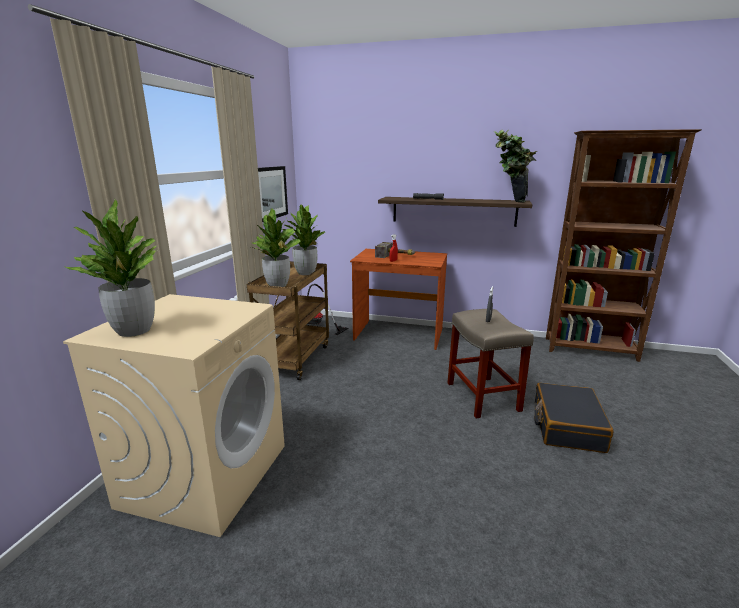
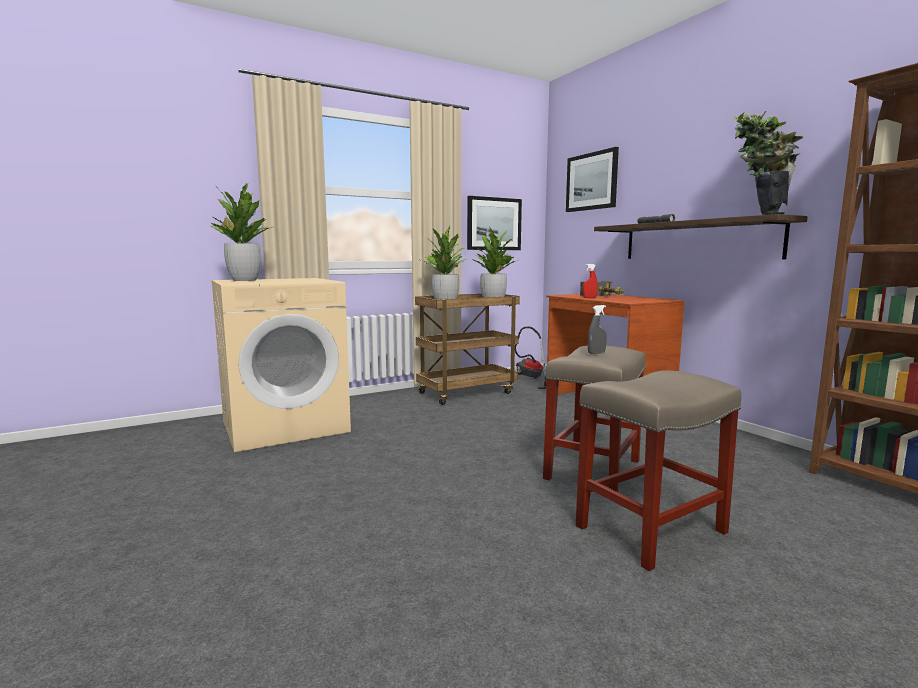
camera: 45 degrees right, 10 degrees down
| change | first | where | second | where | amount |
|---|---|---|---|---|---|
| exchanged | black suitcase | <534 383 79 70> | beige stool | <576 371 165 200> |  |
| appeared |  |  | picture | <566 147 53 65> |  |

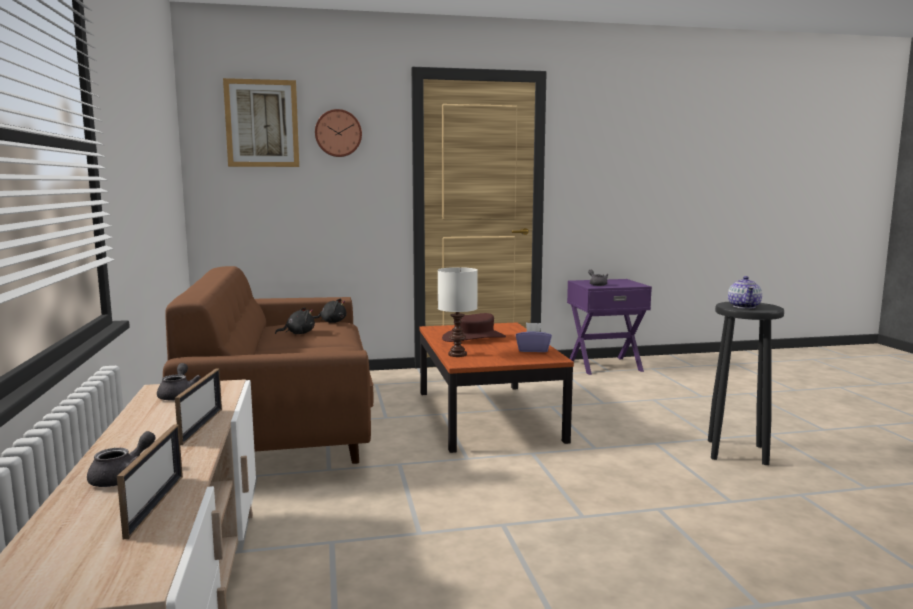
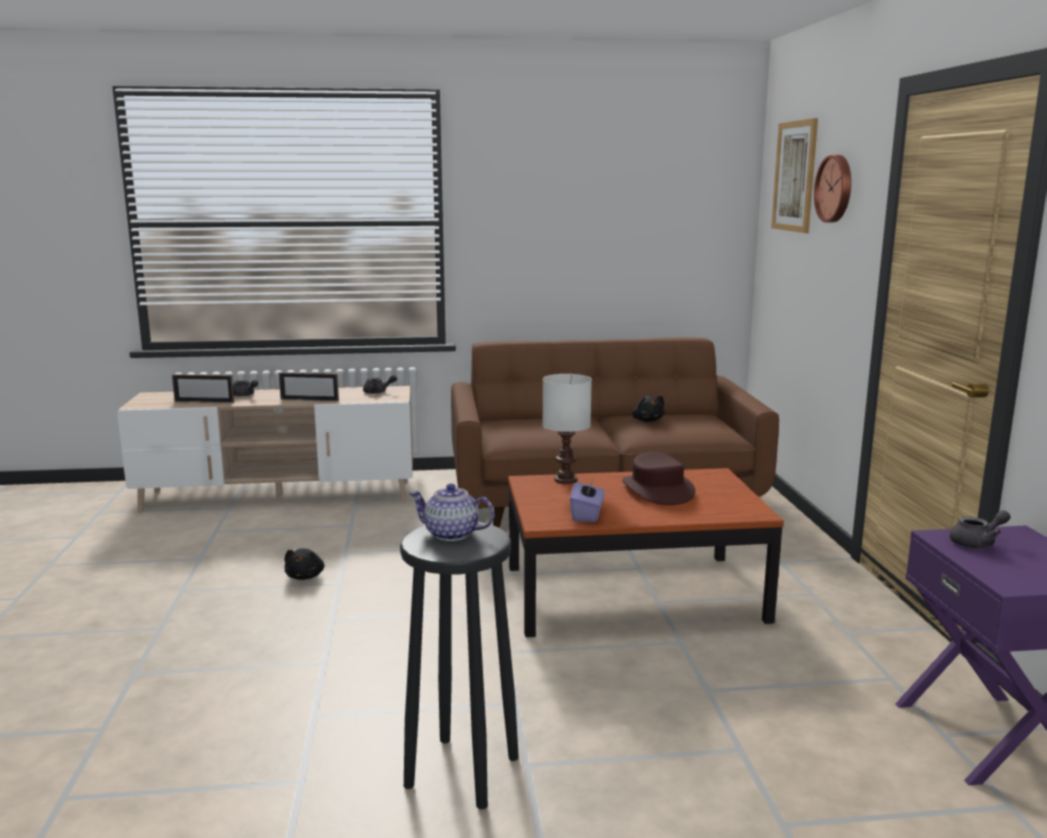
camera: 95 degrees right, 5 degrees up
| change | first | where | second | where | amount |
|---|---|---|---|---|---|
| relocated | black plush toy | <313 298 34 25> |  | <285 548 39 32> |  |

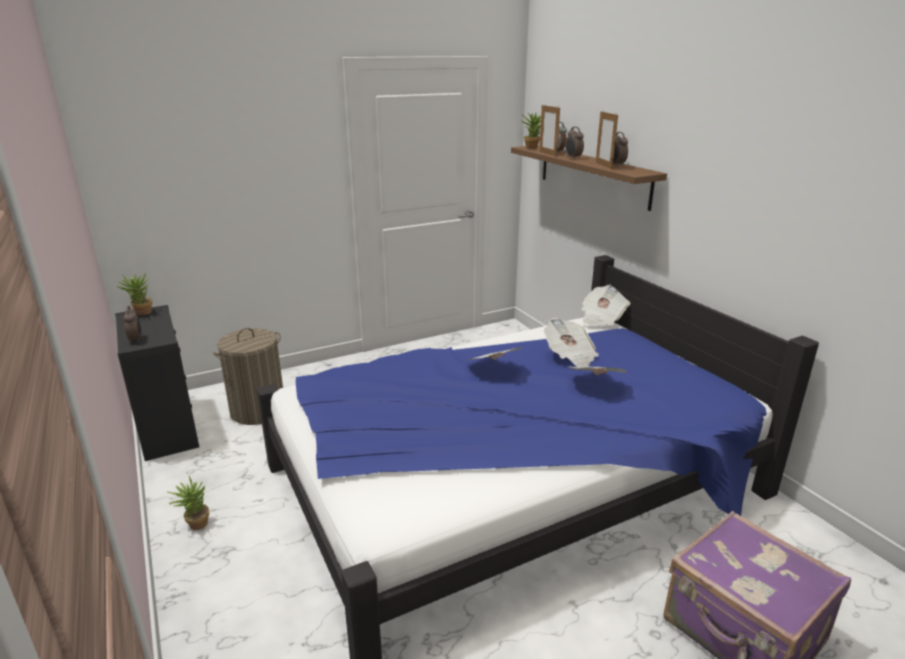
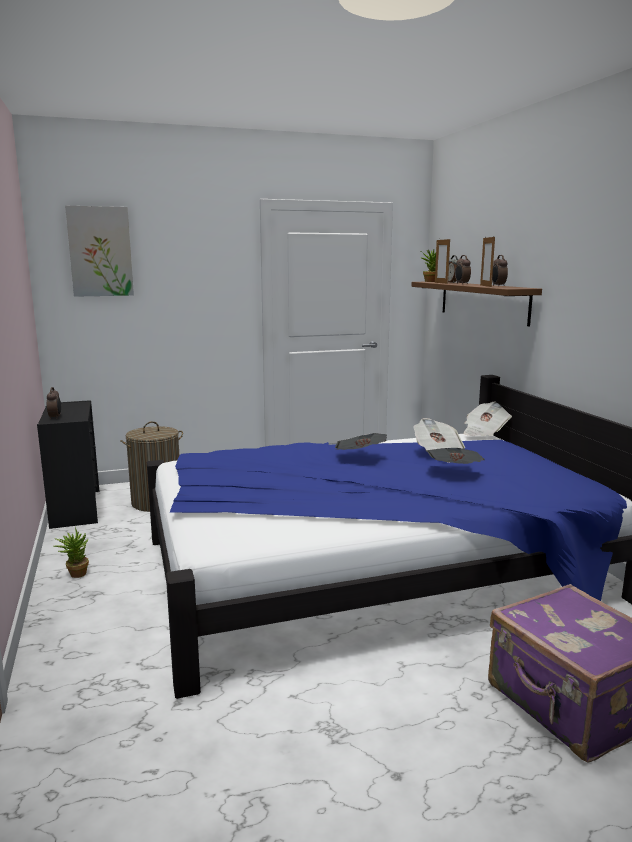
camera: 10 degrees right, 10 degrees down
| change | first | where | second | where | amount |
|---|---|---|---|---|---|
| missing | potted plant | <117 272 36 43> |  |  |  |
| appeared |  |  | picture | <65 206 69 91> |  |

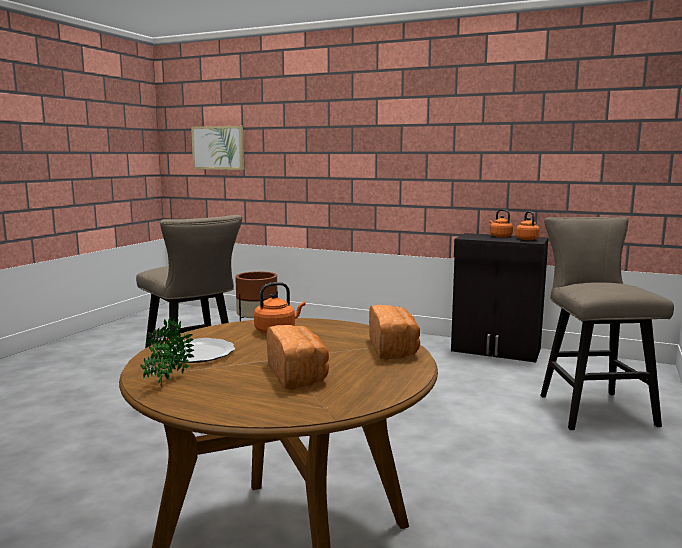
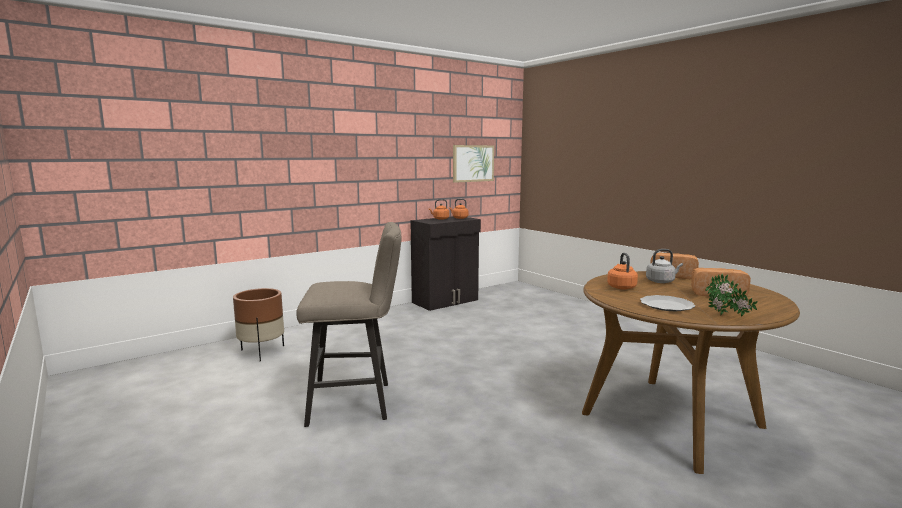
camera: 60 degrees left, 0 degrees up
| change | first | where | second | where | amount |
|---|---|---|---|---|---|
| relocated | picture | <191 126 53 44> |  | <453 145 41 38> |  |
| missing | beige stool | <540 217 134 213> |  |  |  |
| appeared |  |  | grey kettle | <646 249 37 34> |  |

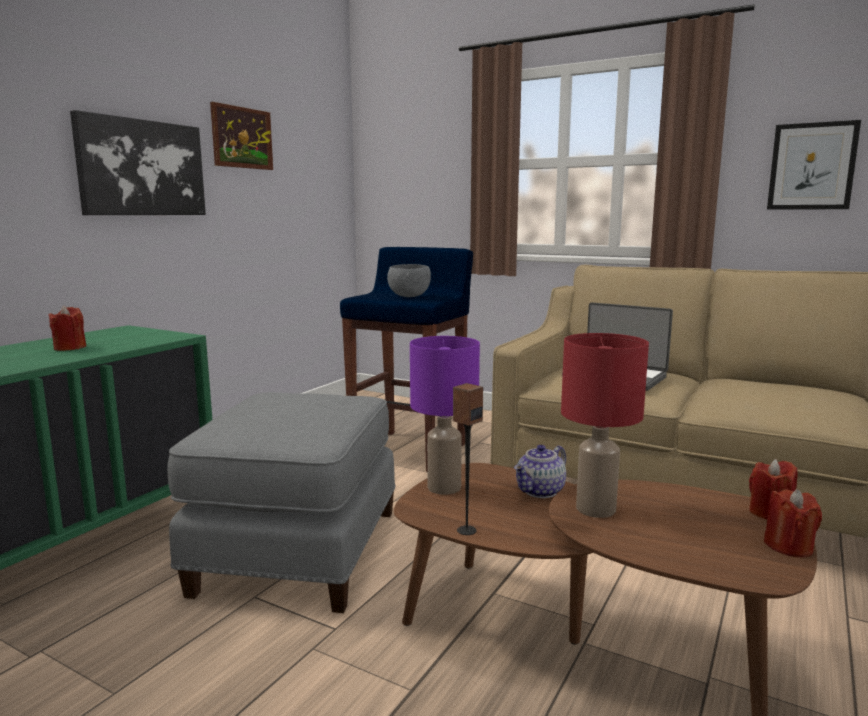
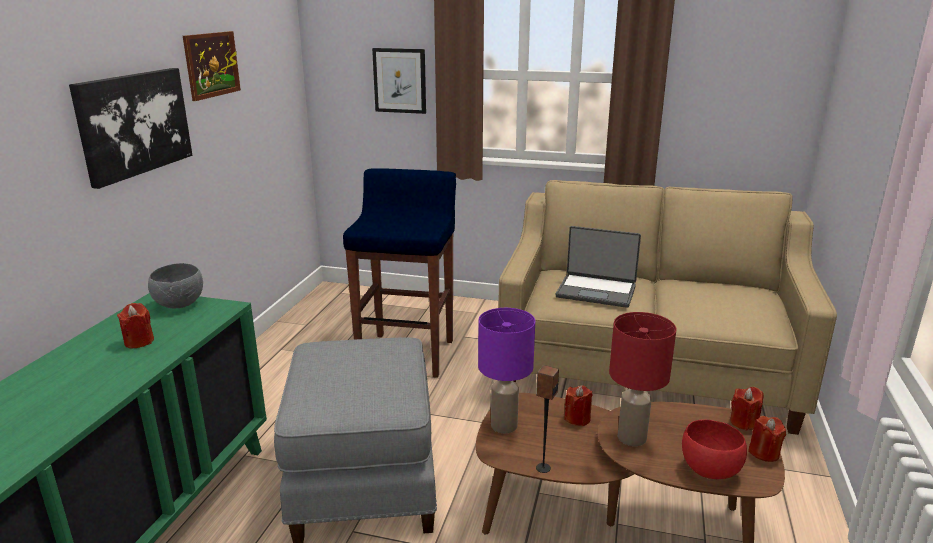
camera: 15 degrees left, 10 degrees up
| change | first | where | second | where | amount |
|---|---|---|---|---|---|
| relocated | picture | <767 120 94 90> |  | <372 48 54 66> |  |
| relocated | grey bowl | <387 264 44 33> |  | <148 263 55 45> |  |
| exchanged | teapot | <514 445 52 53> | red candle | <564 385 29 41> |  |
| appeared |  |  | red bowl | <682 419 65 60> |  |

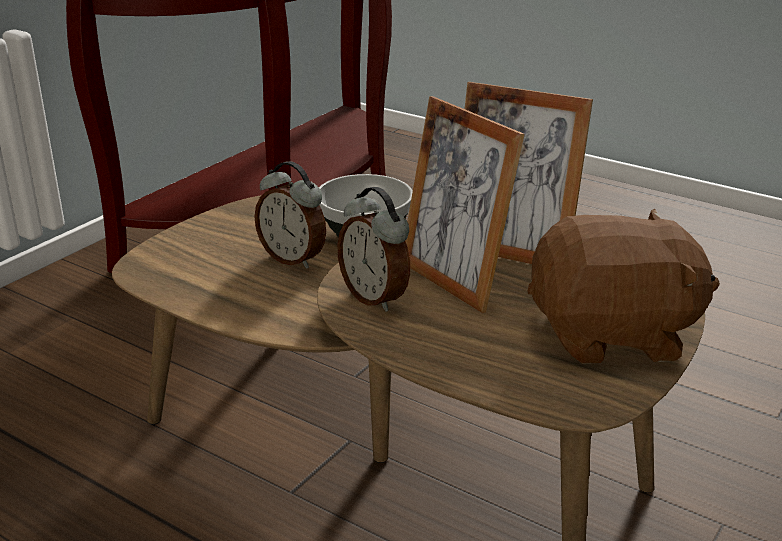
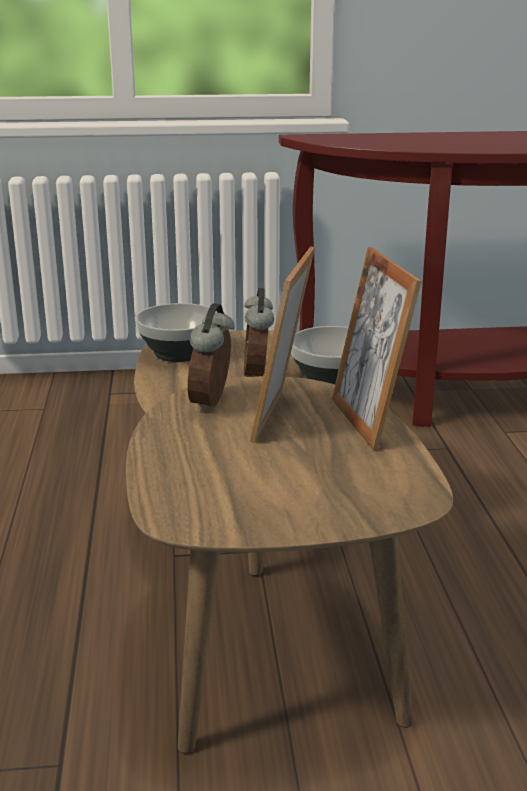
camera: 50 degrees right, 5 degrees down
| change | first | where | second | where | amount |
|---|---|---|---|---|---|
| missing | brown plush toy | <527 208 193 156> |  |  |  |
| appeared |  |  | bowl | <135 303 83 59> |  |

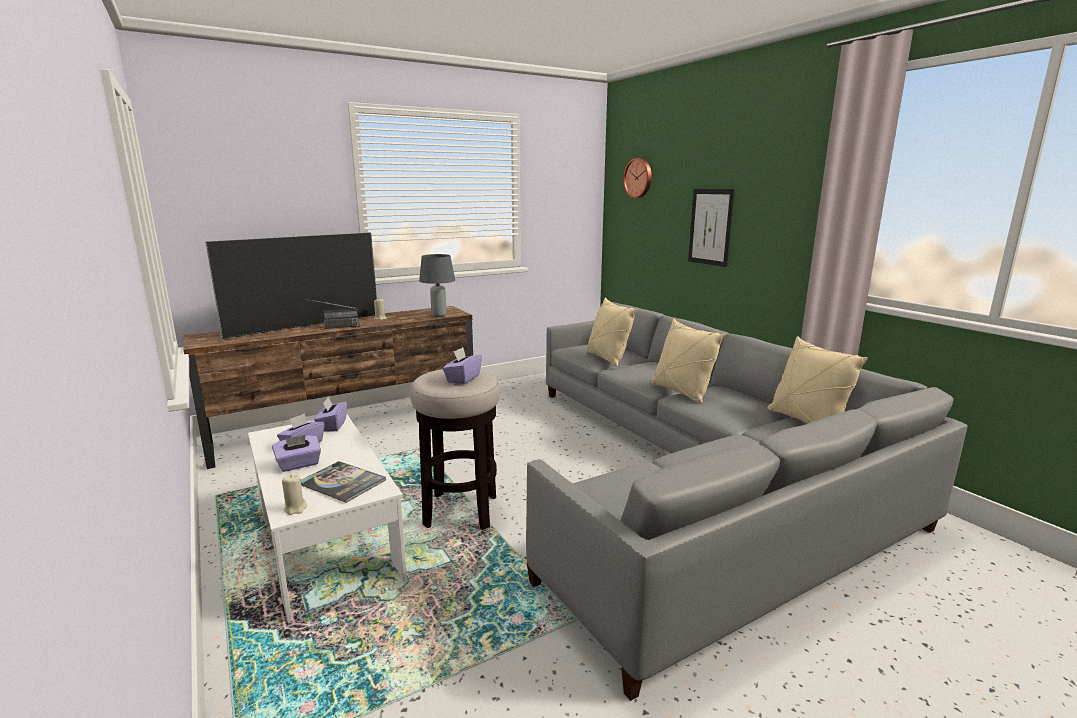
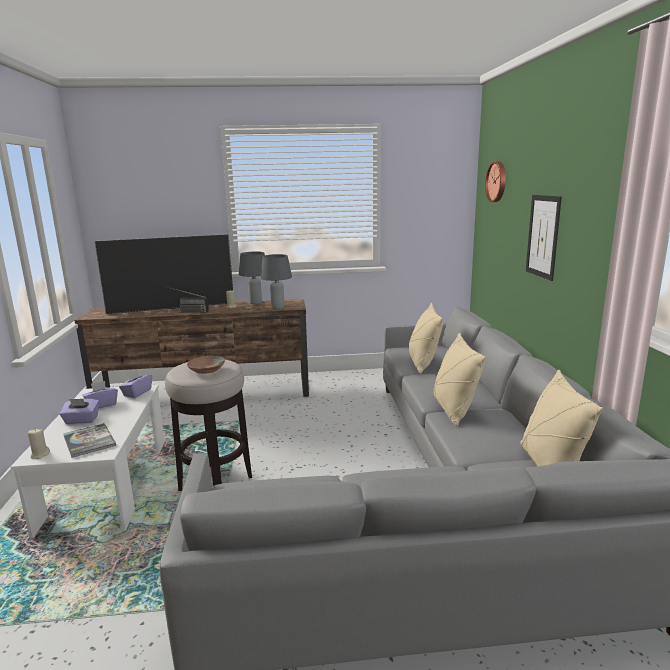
camera: 25 degrees right, 0 degrees up
| change | first | where | second | where | amount |
|---|---|---|---|---|---|
| exchanged | purple tissue box | <443 347 39 37> | brown bowl | <187 356 38 18> |  |
| appeared |  |  | grey table lamp | <239 251 26 54> |  |

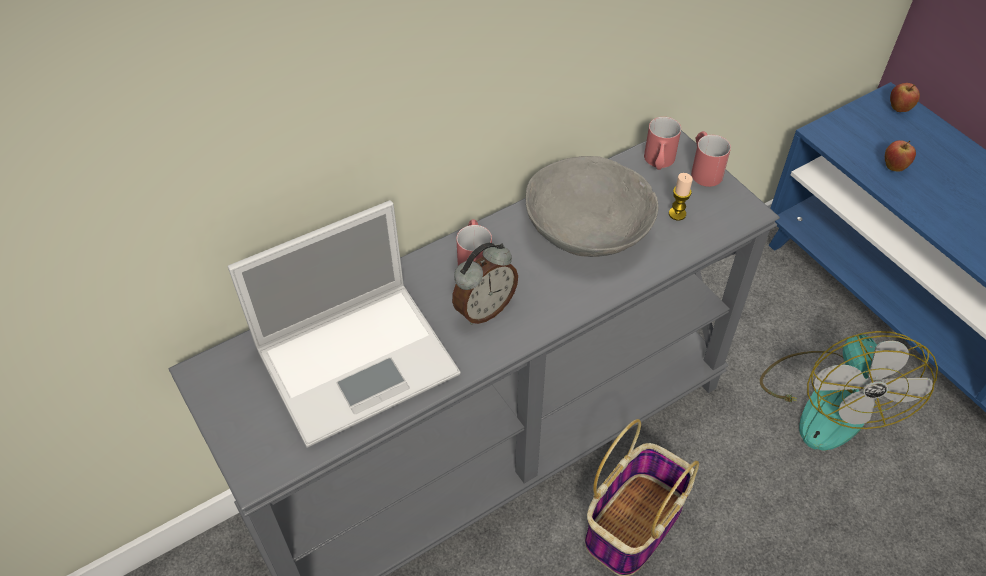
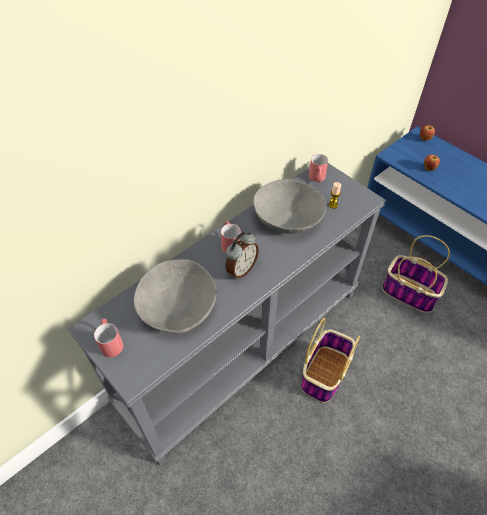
camera: 10 degrees left, 0 degrees up
| change | first | where | second | where | amount |
|---|---|---|---|---|---|
| relocated | red mug | <691 131 40 56> |  | <94 318 29 39> |  |
| exchanged | laptop | <228 200 233 248> | grey bowl | <134 259 82 74> |  |
| exchanged | fan | <760 331 178 120> | basket | <382 235 68 78> |  |

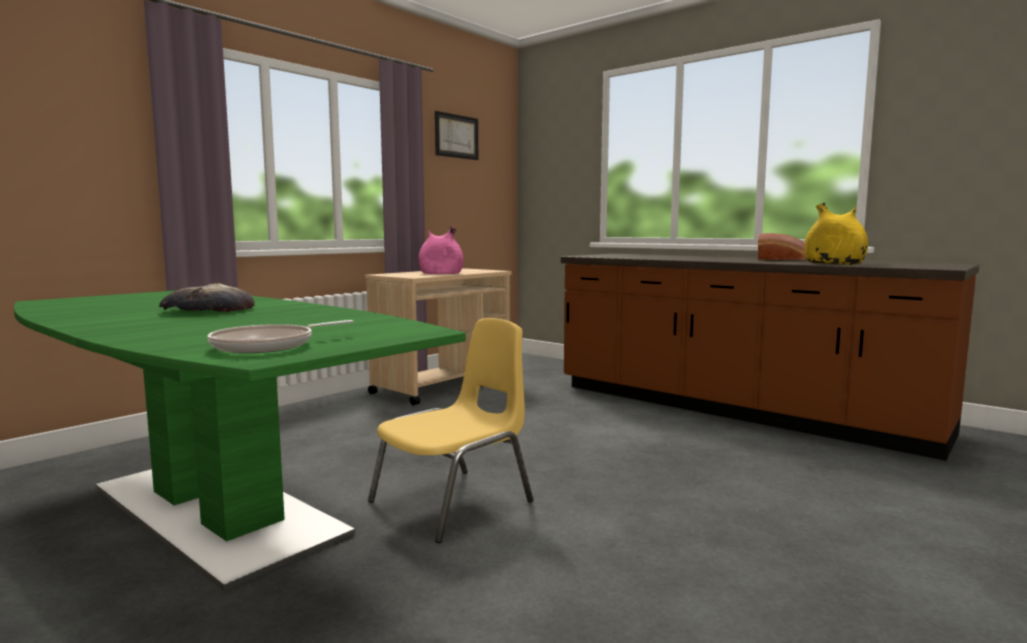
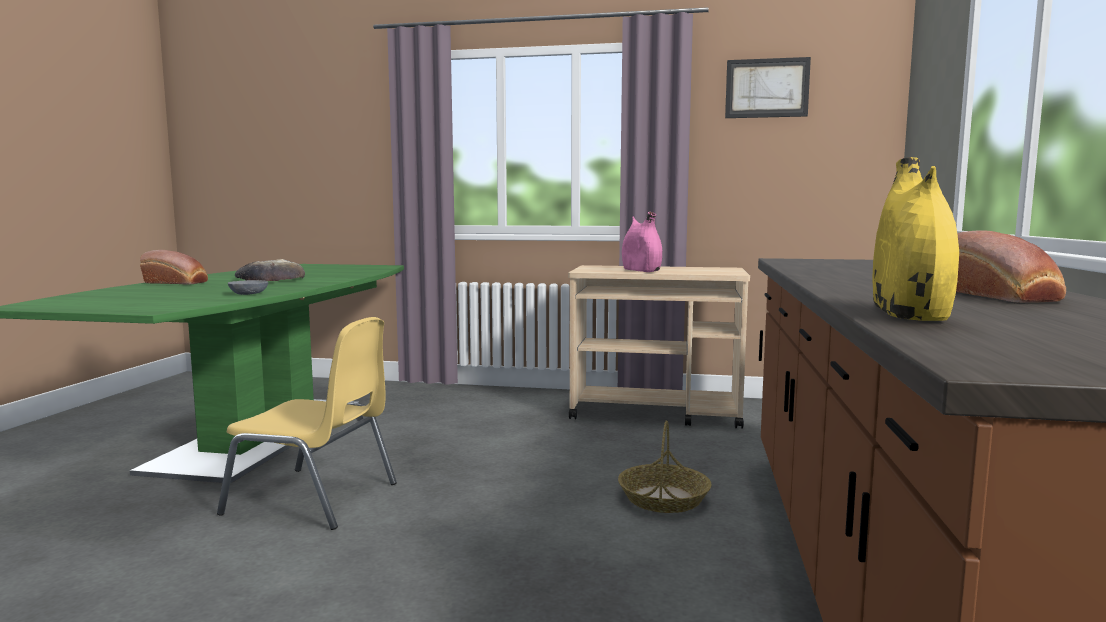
camera: 60 degrees right, 0 degrees up
| change | first | where | second | where | amount |
|---|---|---|---|---|---|
| missing | frying pan | <207 320 146 33> |  |  |  |
| appeared |  |  | bread | <140 250 68 35> |  |
| appeared |  |  | grey bowl | <228 280 40 15> |  |
| appeared |  |  | basket | <618 421 94 92> |  |

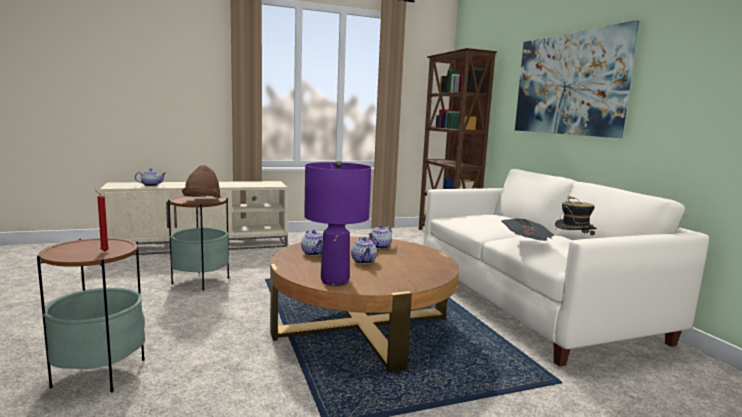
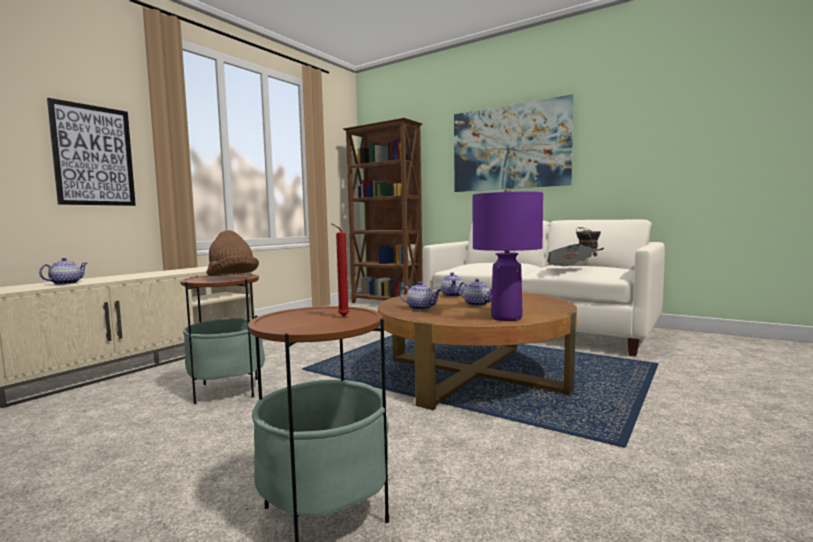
camera: 35 degrees left, 5 degrees down
| change | first | where | second | where | amount |
|---|---|---|---|---|---|
| appeared |  |  | picture | <47 98 89 108> |  |

